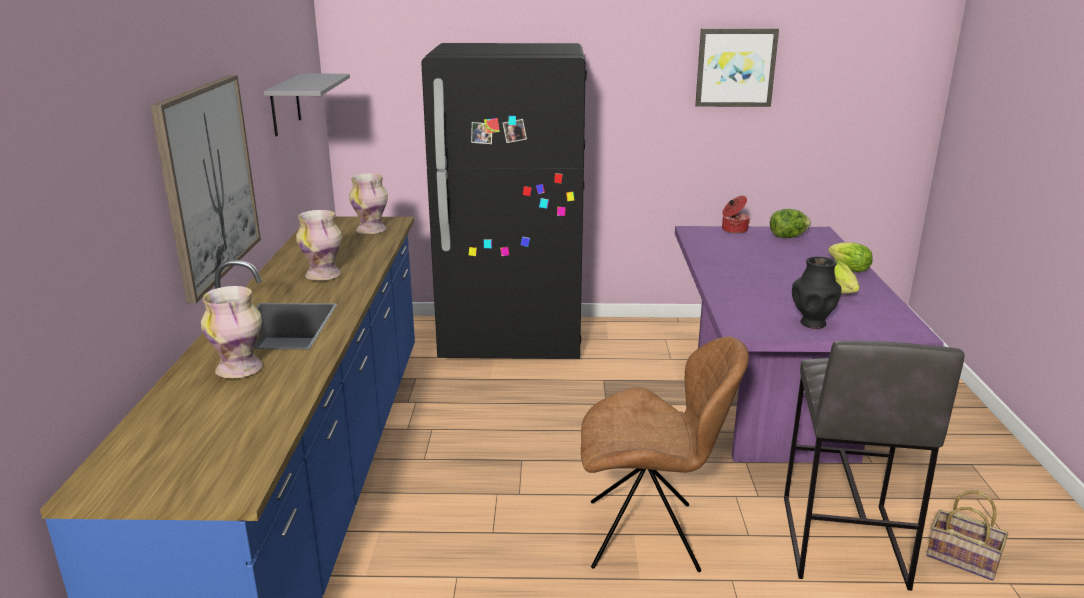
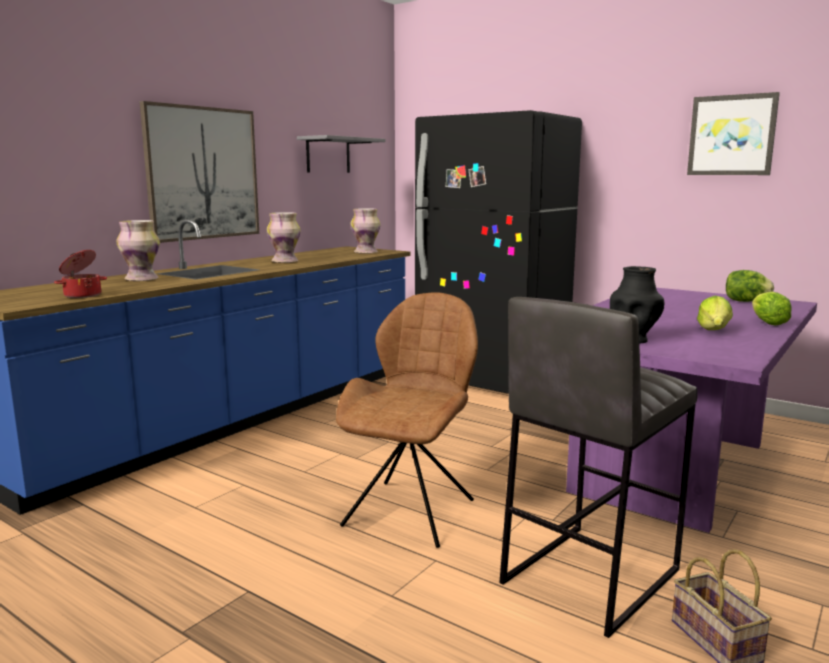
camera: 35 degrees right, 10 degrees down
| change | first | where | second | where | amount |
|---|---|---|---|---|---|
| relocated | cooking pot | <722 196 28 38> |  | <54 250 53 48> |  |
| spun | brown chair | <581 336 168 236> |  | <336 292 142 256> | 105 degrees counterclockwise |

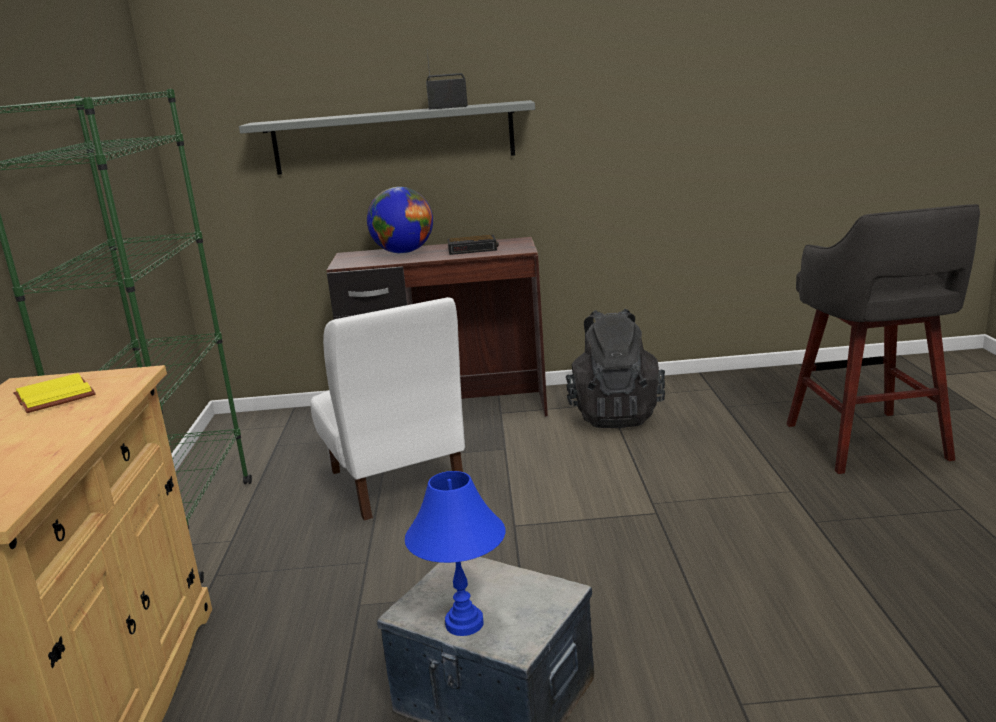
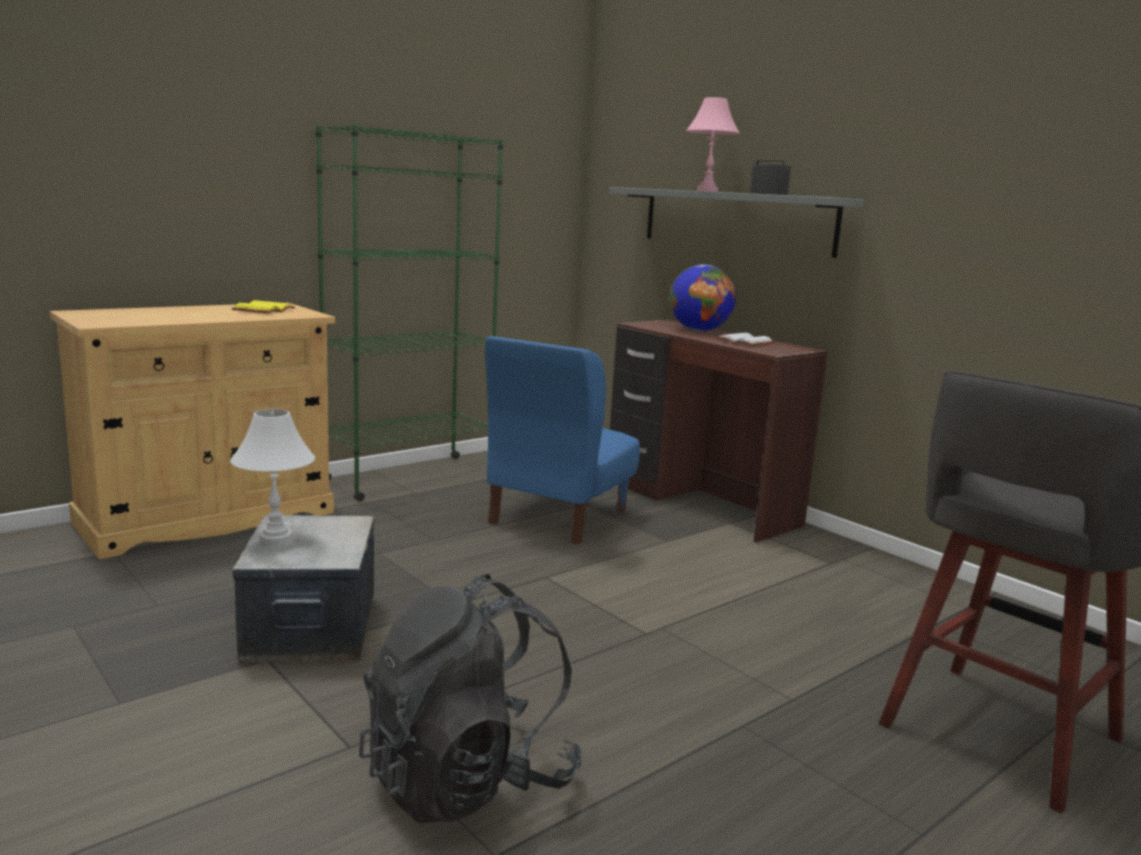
camera: 50 degrees right, 5 degrees down
| change | first | where | second | where | amount |
|---|---|---|---|---|---|
| exchanged | alarm clock | <447 235 52 20> | white book | <716 333 59 13> |  |
| colour | white chair | <311 297 154 224> | blue chair | <485 336 155 208> |  |
| relocated | black backpack | <566 309 99 119> |  | <359 574 223 249> |  |
| colour | blue table lamp | <405 471 100 165> | white table lamp | <230 409 85 136> |  |
| appeared |  |  | pink table lamp | <686 97 54 95> |  |

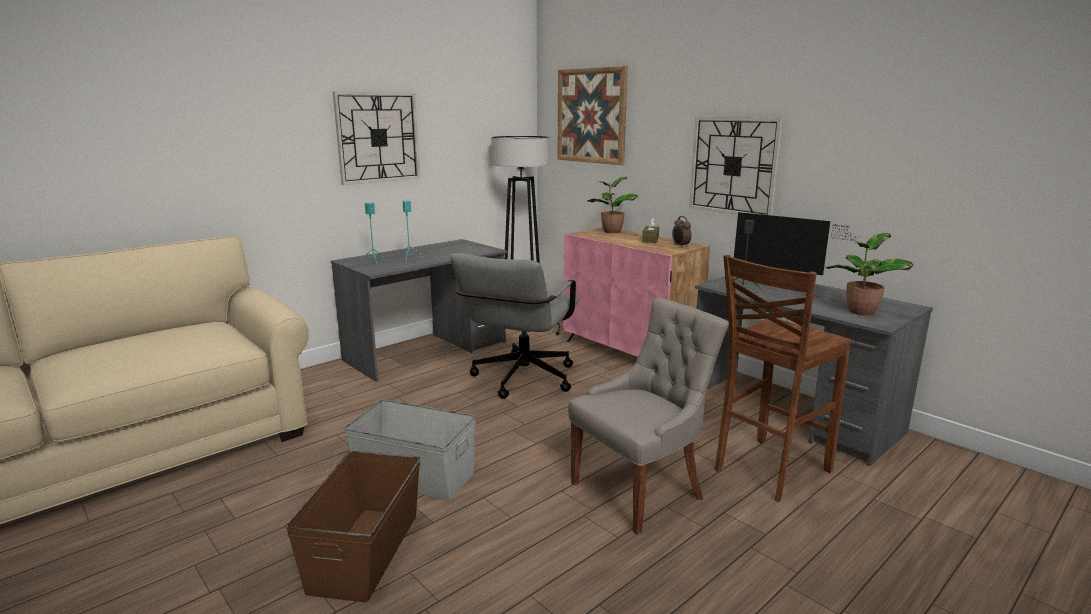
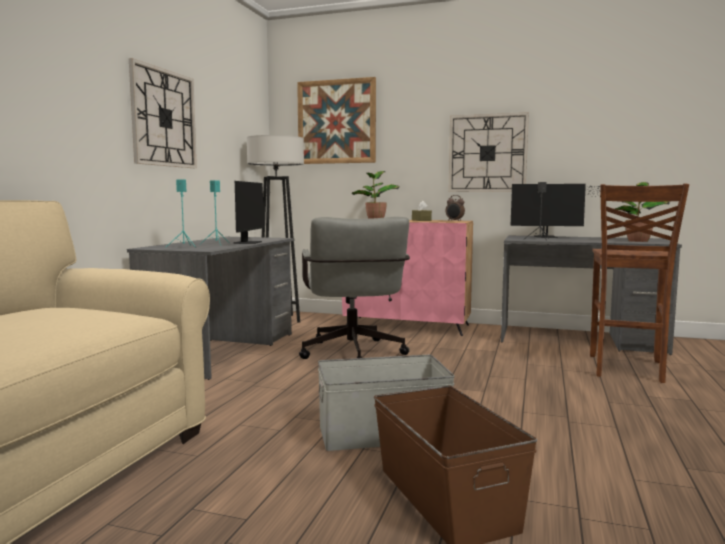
camera: 30 degrees left, 10 degrees down
| change | first | where | second | where | amount |
|---|---|---|---|---|---|
| missing | grey chair | <568 298 161 237> |  |  |  |
| appeared |  |  | monitor | <233 181 37 63> |  |

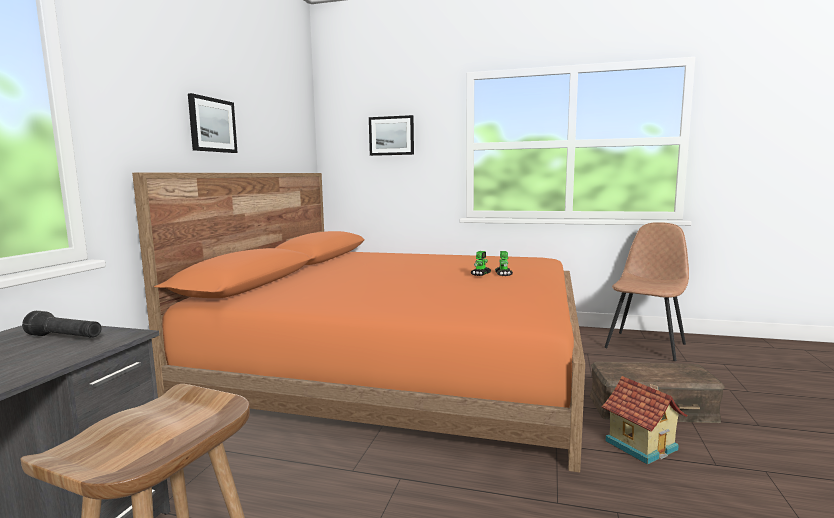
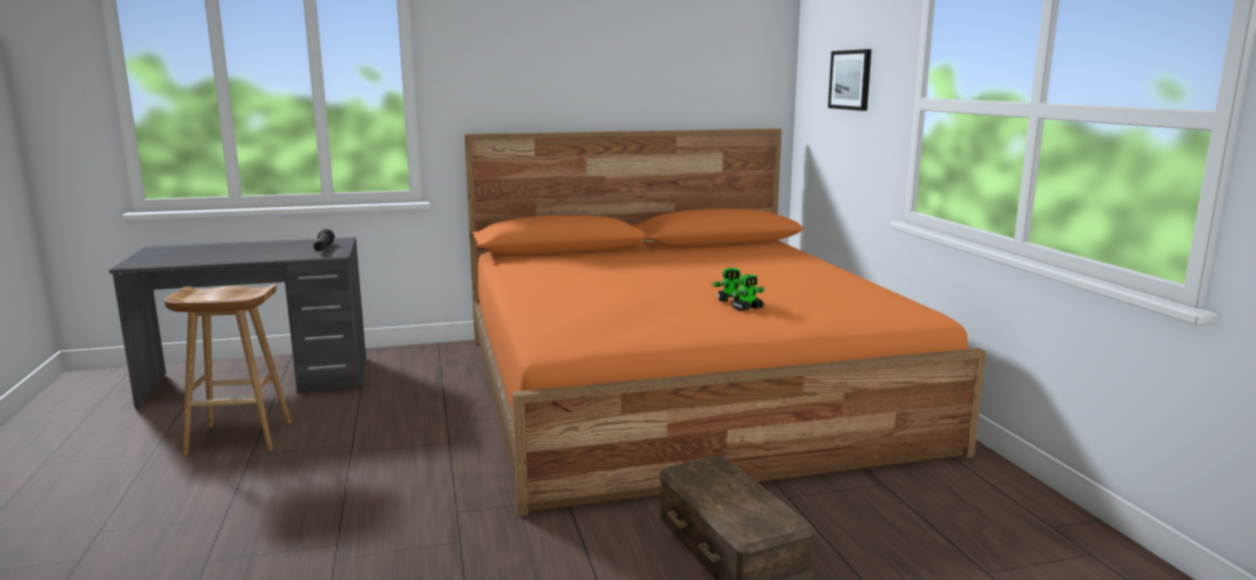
camera: 60 degrees right, 5 degrees up
| change | first | where | second | where | amount |
|---|---|---|---|---|---|
| missing | picture | <188 93 50 60> |  |  |  |
| missing | brown chair | <604 222 85 139> |  |  |  |
| missing | toy house | <602 376 85 89> |  |  |  |

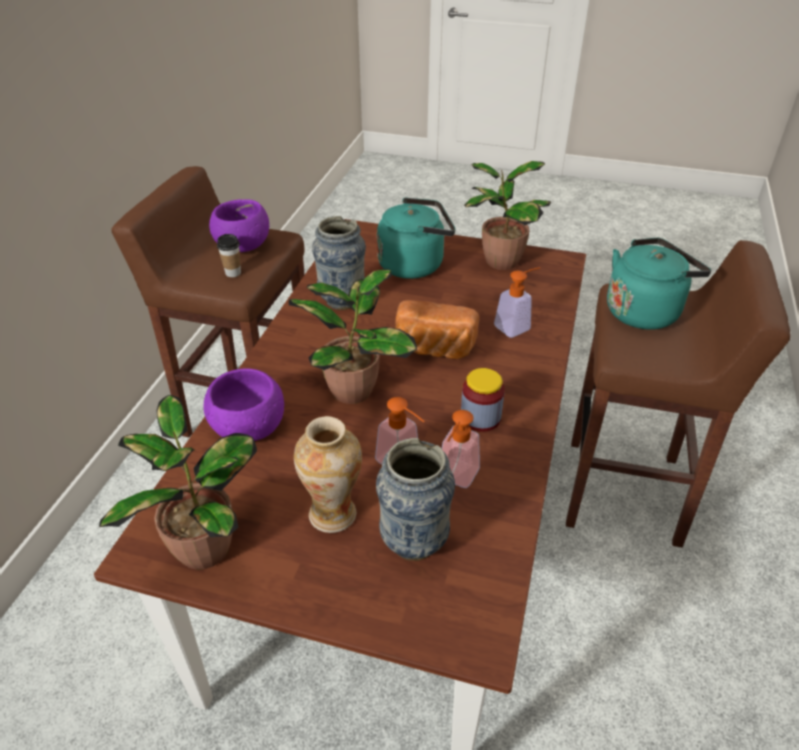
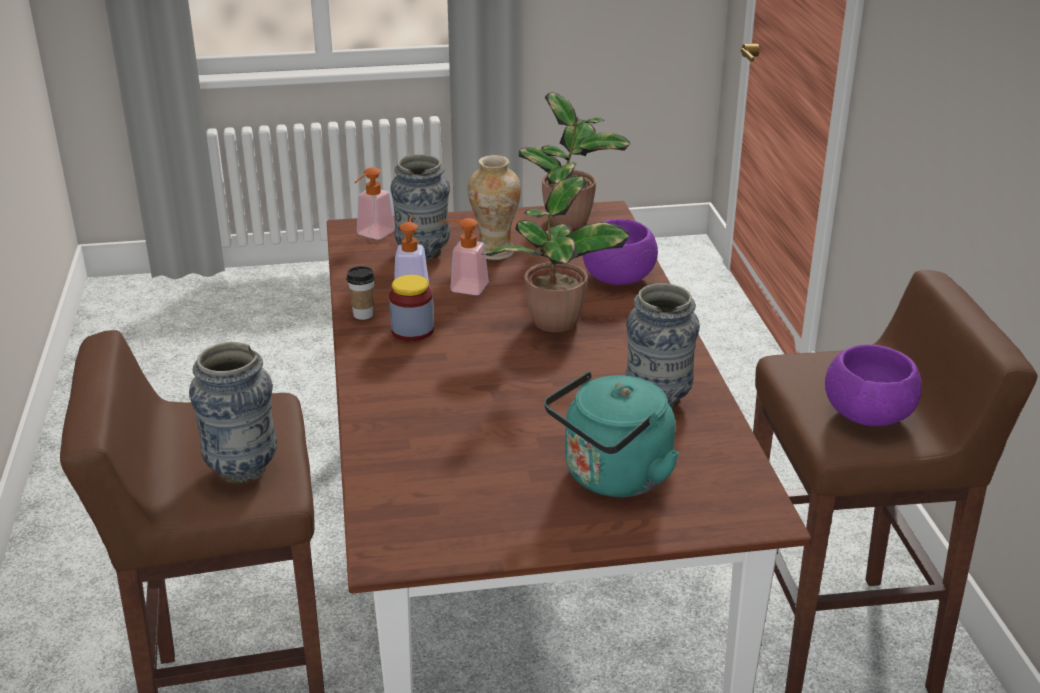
camera: 155 degrees right, 10 degrees down
| change | first | where | second | where | amount |
|---|---|---|---|---|---|
| missing | potted plant | <464 161 87 109> |  |  |  |
| relocated | cup | <217 234 24 43> |  | <346 266 29 54> |  |
| exchanged | turquoise kettle | <607 238 104 92> | vase | <189 342 88 141> |  |
| relocated | soap dispenser | <494 267 46 71> |  | <354 167 41 73> |  |
| missing | bread | <395 300 85 59> |  |  |  |

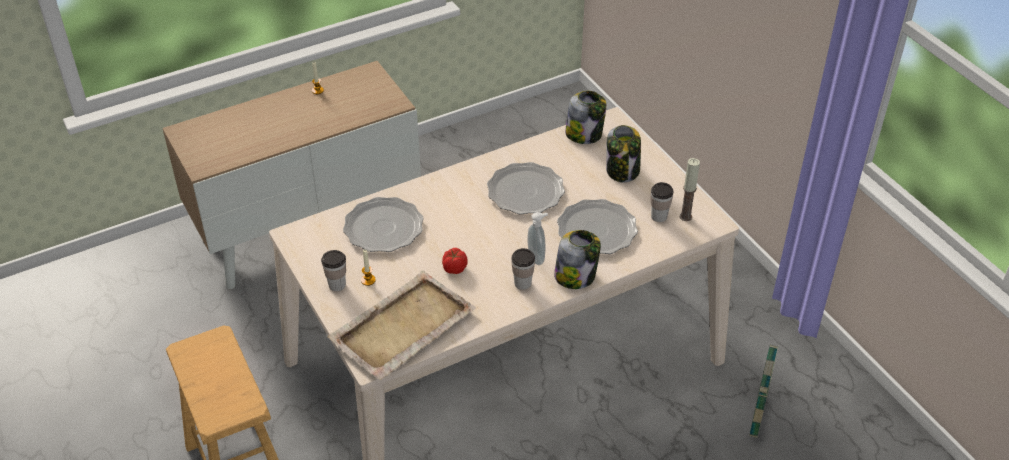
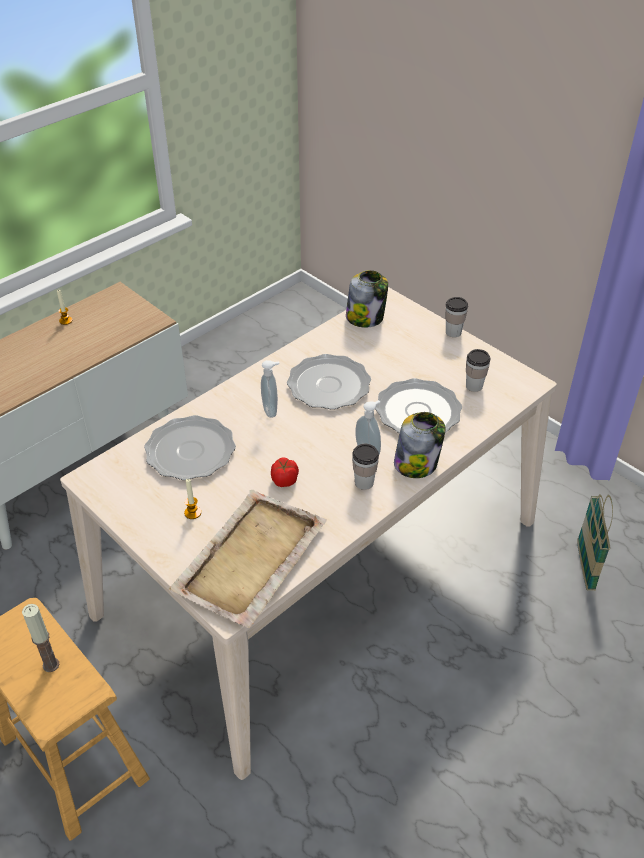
camera: 15 degrees left, 0 degrees up
| change | first | where | second | where | amount |
|---|---|---|---|---|---|
| missing | jar | <606 125 35 57> |  |  |  |
| relocated | candle | <680 158 20 63> |  | <22 604 37 68> |  |
| relocated | cup | <321 250 25 41> |  | <445 297 23 40> |  |
| appeared |  |  | soap dispenser | <261 360 18 58> |  |

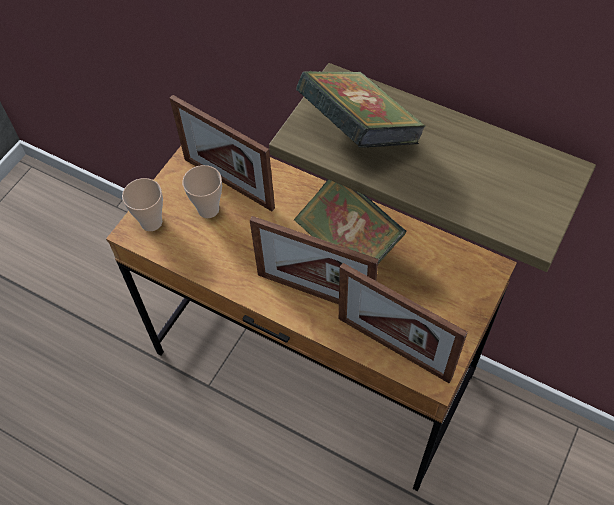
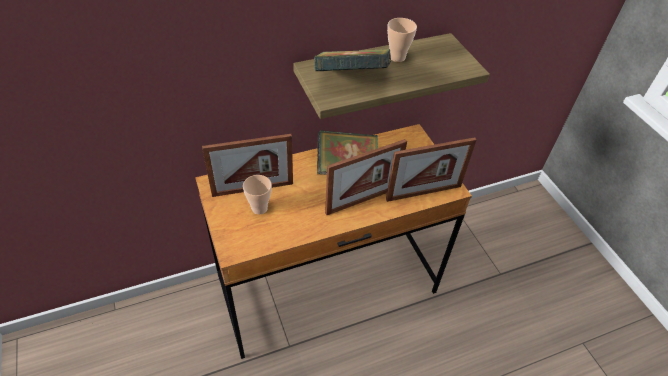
camera: 55 degrees left, 10 degrees down
| change | first | where | second | where | amount |
|---|---|---|---|---|---|
| relocated | cup | <122 178 41 53> |  | <387 18 30 44> |  |

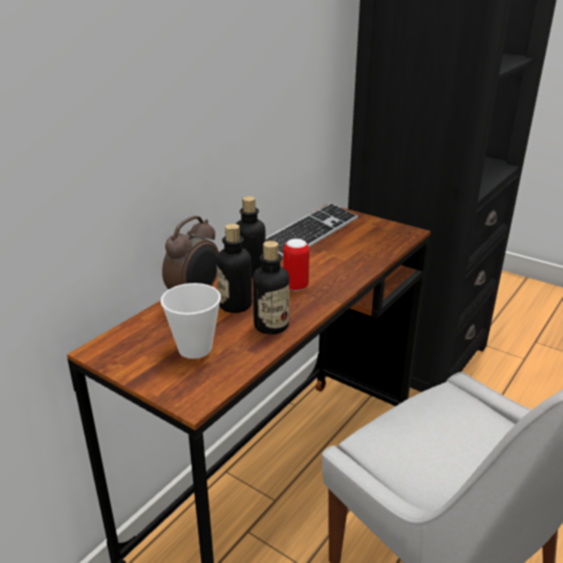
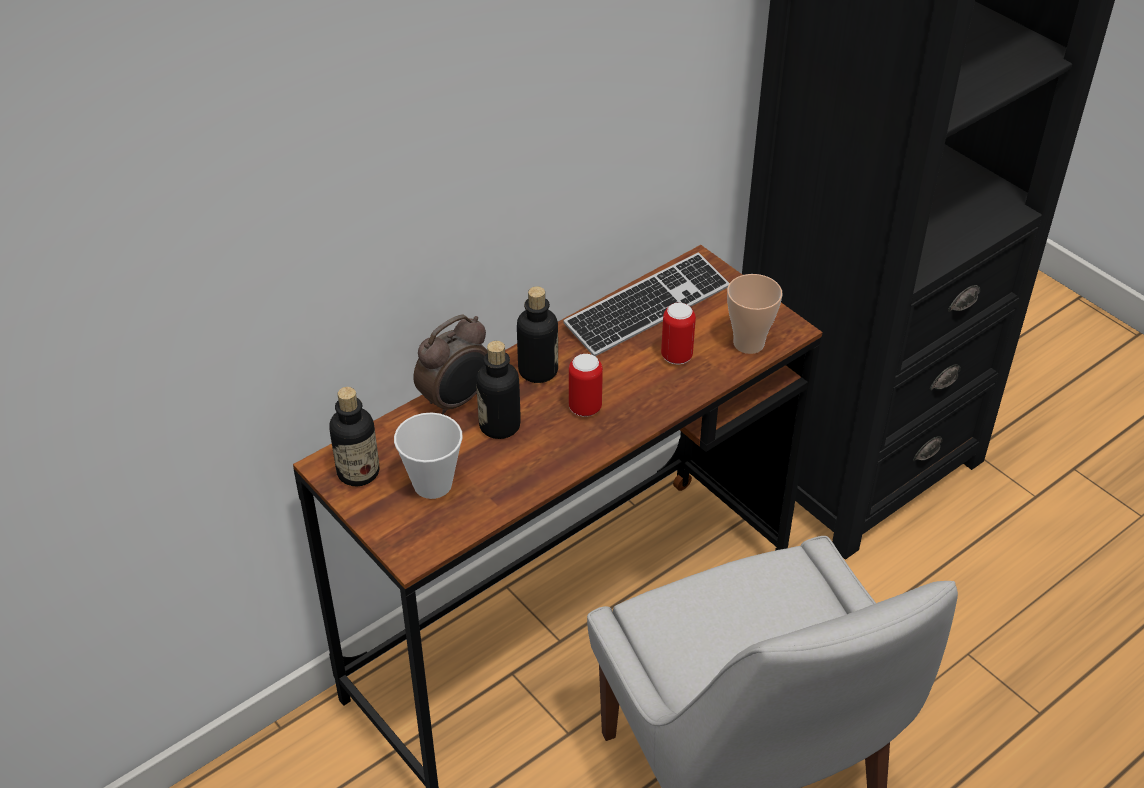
camera: 15 degrees right, 15 degrees up
| change | first | where | second | where | amount |
|---|---|---|---|---|---|
| relocated | bottle | <253 241 37 93> |  | <329 387 50 99> |  |
| appeared |  |  | cup | <727 274 55 80> |  |
| appeared |  |  | can | <661 303 35 62> |  |

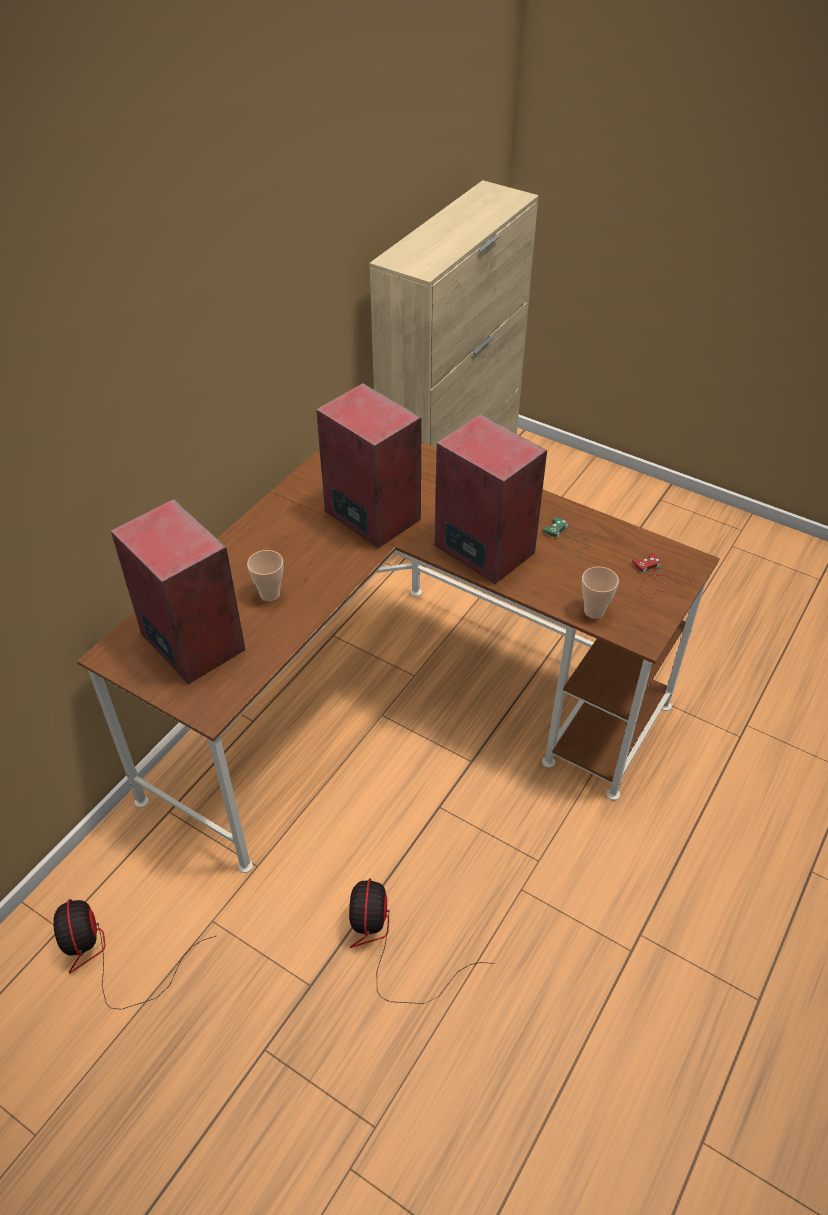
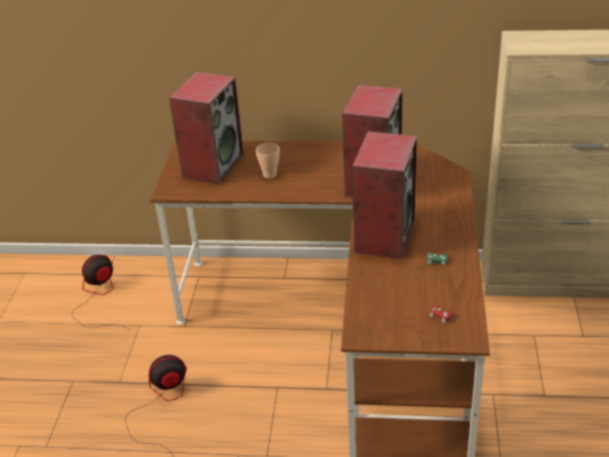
camera: 65 degrees right, 10 degrees down
| change | first | where | second | where | amount |
|---|---|---|---|---|---|
| missing | cup | <582 567 37 52> |  |  |  |

